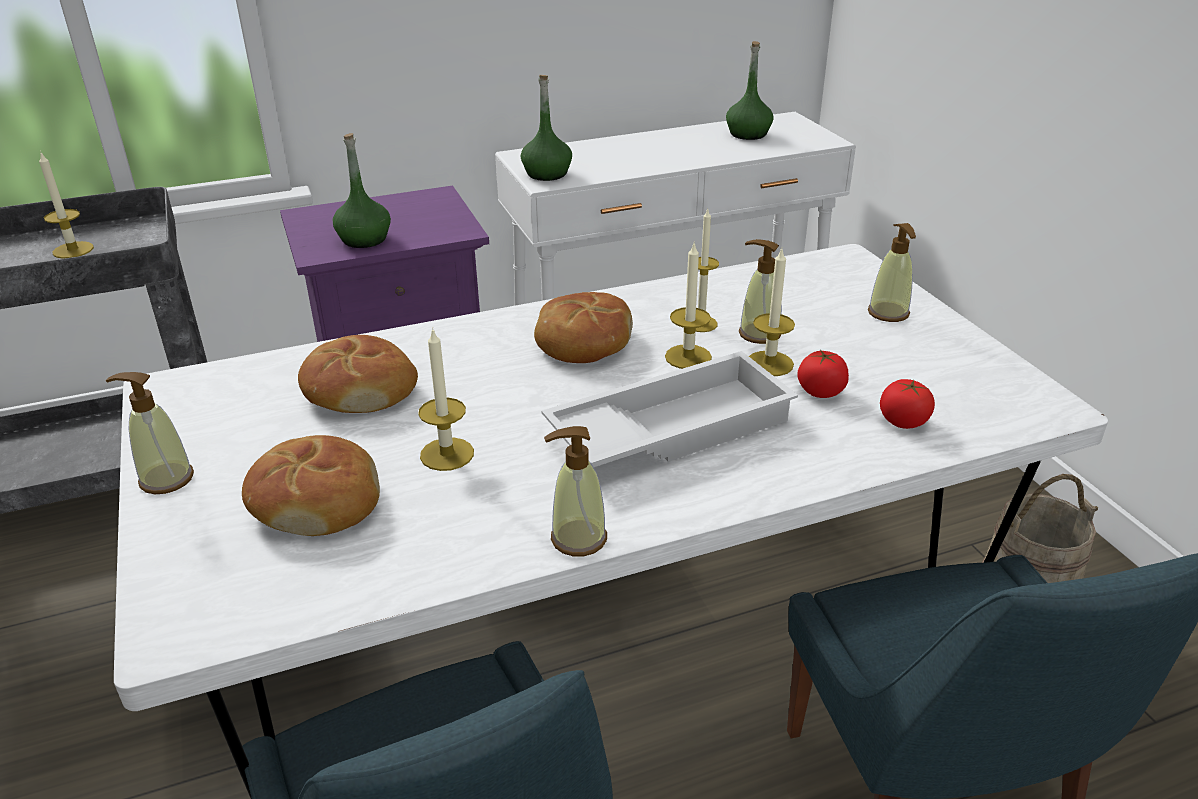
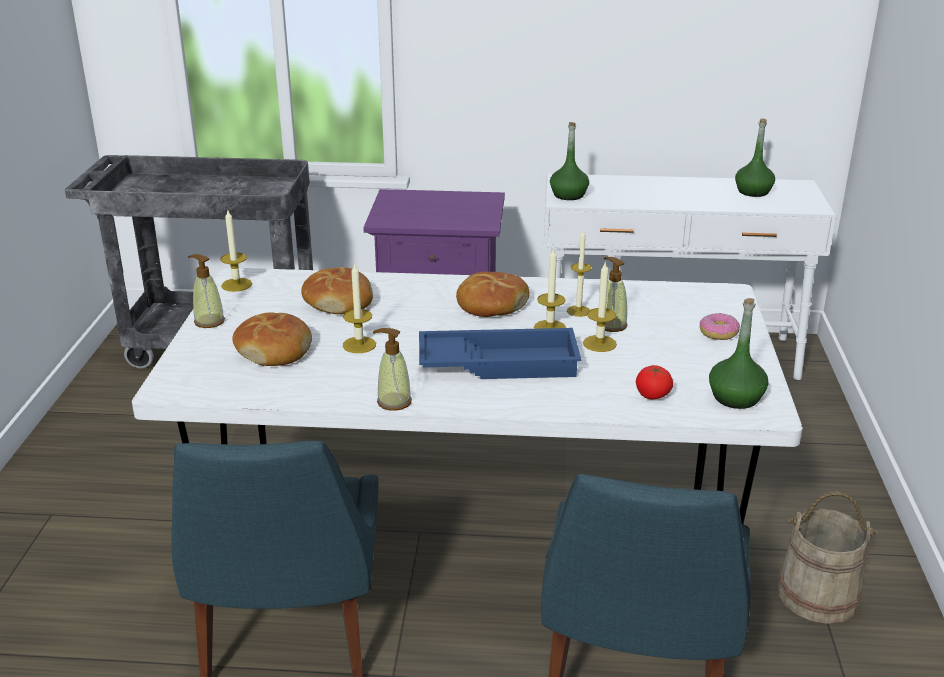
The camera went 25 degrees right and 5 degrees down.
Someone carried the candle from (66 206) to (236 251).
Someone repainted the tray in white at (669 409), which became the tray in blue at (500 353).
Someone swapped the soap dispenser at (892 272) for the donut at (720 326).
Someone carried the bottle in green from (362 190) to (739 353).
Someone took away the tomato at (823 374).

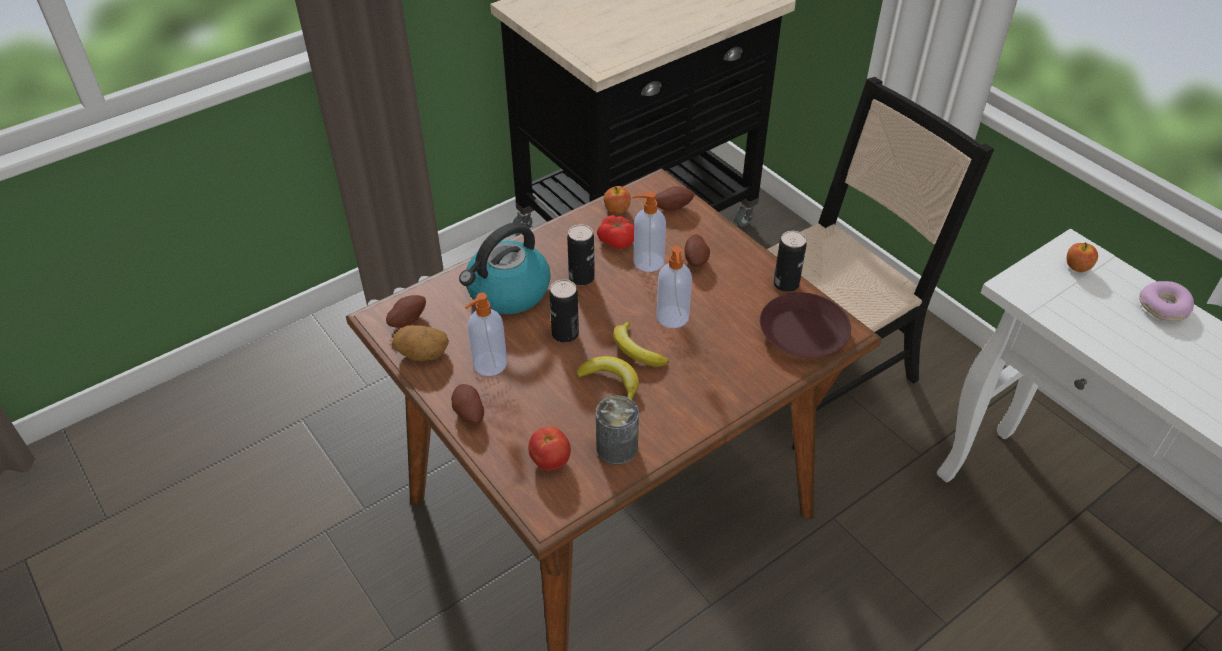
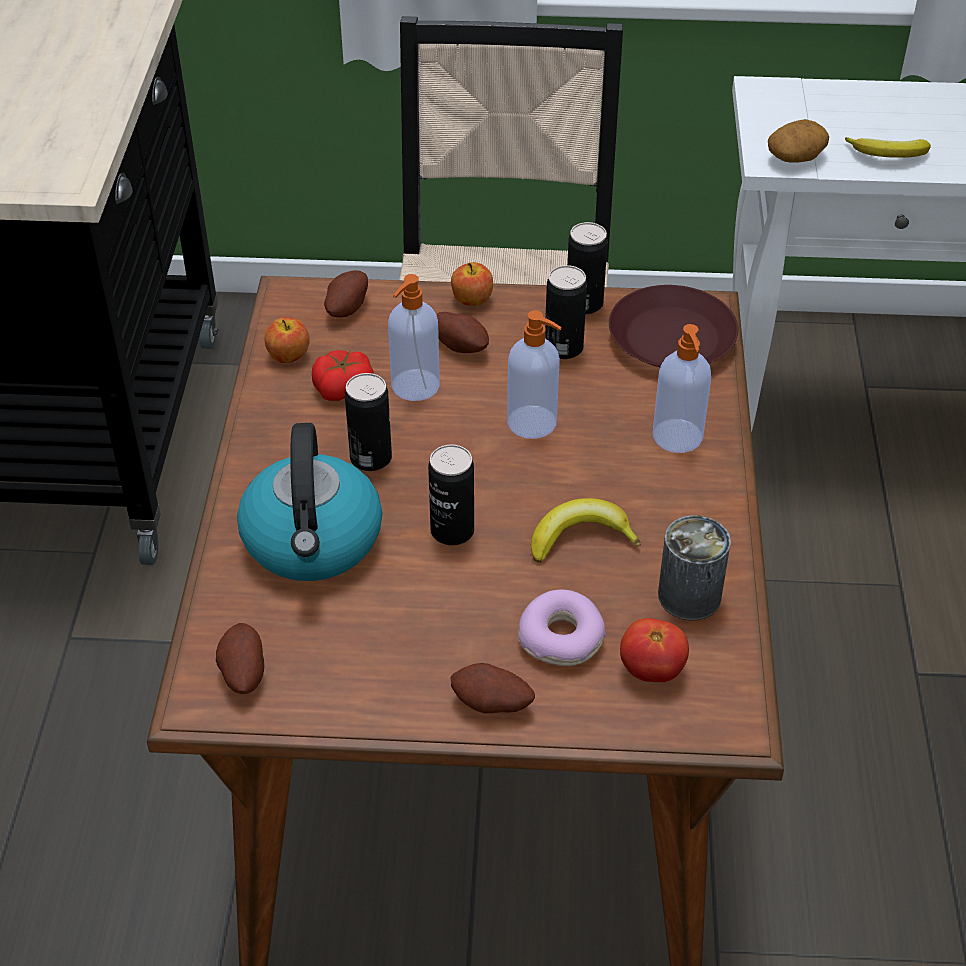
The camera went 50 degrees left and 0 degrees up.
Someone carried the apple from (1082 257) to (472 284).
Someone carried the donut from (1166 301) to (562 628).
Someone put down the can at (566 312).
Someone carried the soap dispenser from (486 334) to (682 388).
Someone carried the potato from (420 343) to (798 141).
Someone carried the banana from (641 344) to (888 147).

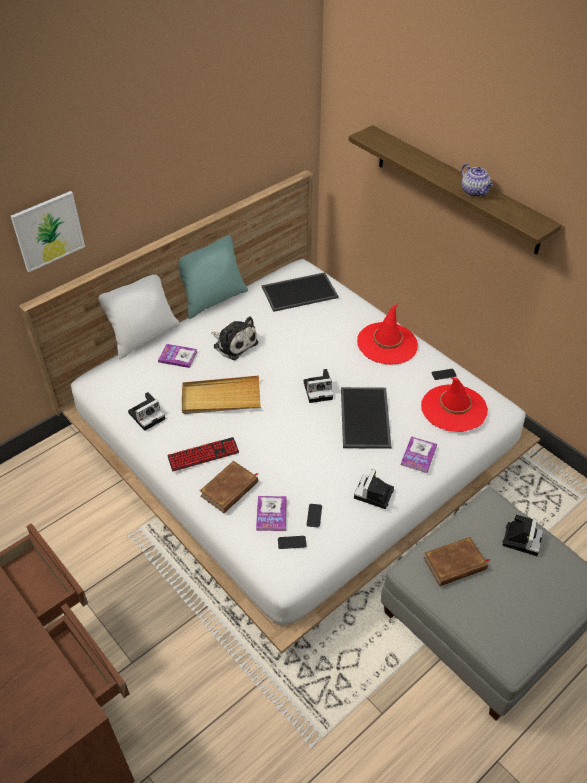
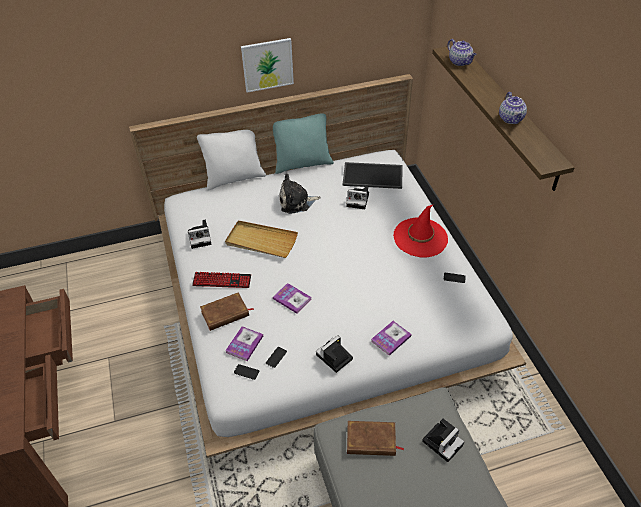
The camera went 25 degrees right and 0 degrees up.
Someone carried the picture from (48 231) to (267 65).
Someone carried the book from (177 356) to (292 298).
Someone rotated the plush toy at (234 338) by 105 degrees clockwise.
Someone carried the photo camera from (318 386) to (357 197).
Someone put down the teapot at (462 52).
Someone took away the tray at (366 418).
Someone took away the hat in red at (454 404).

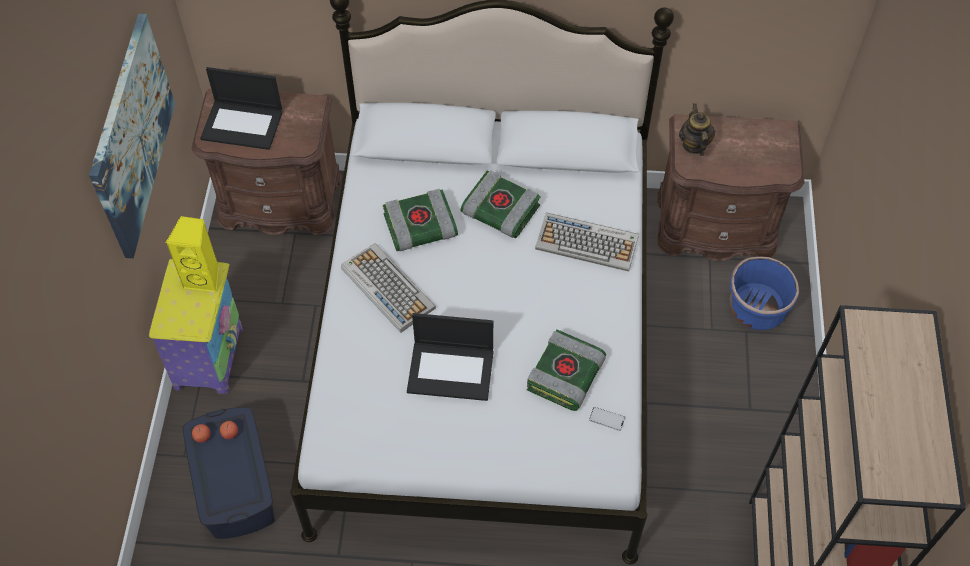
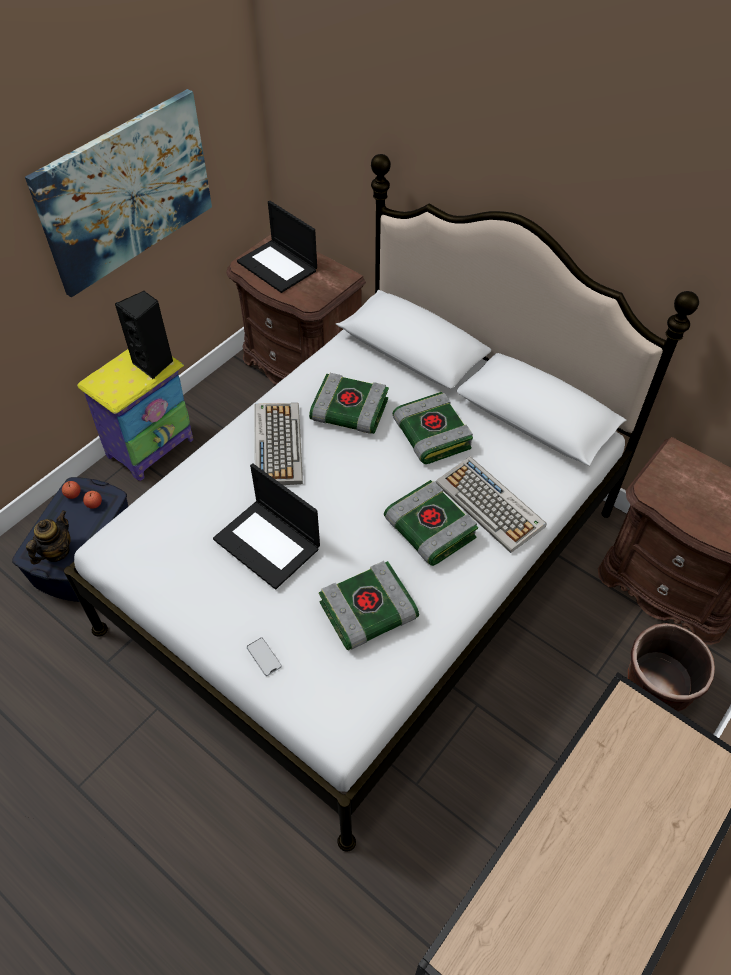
The camera went 35 degrees right and 5 degrees down.
Someone carried the teapot from (697 129) to (48 537).
Someone repainted the speaker in yellow at (192 254), which became the speaker in black at (144 335).
Someone carried the phone from (607 419) to (264 657).
Someone put down the book at (431 523).
Someone repainted the planter in blue at (764 293), which became the planter in brown at (671 667).

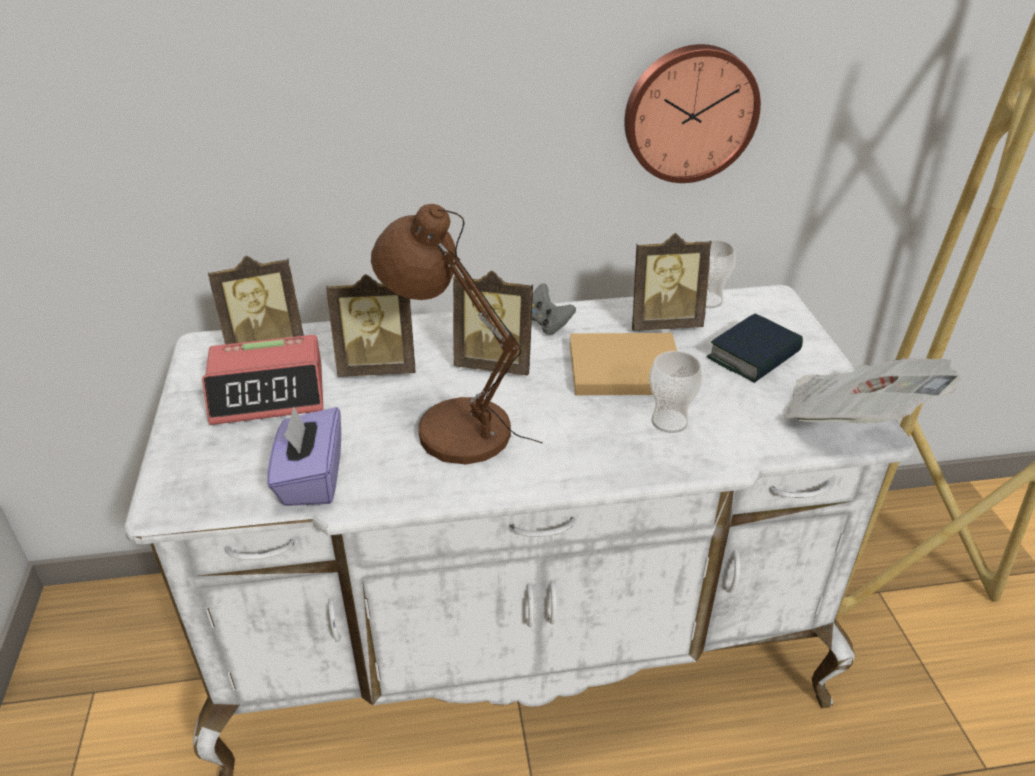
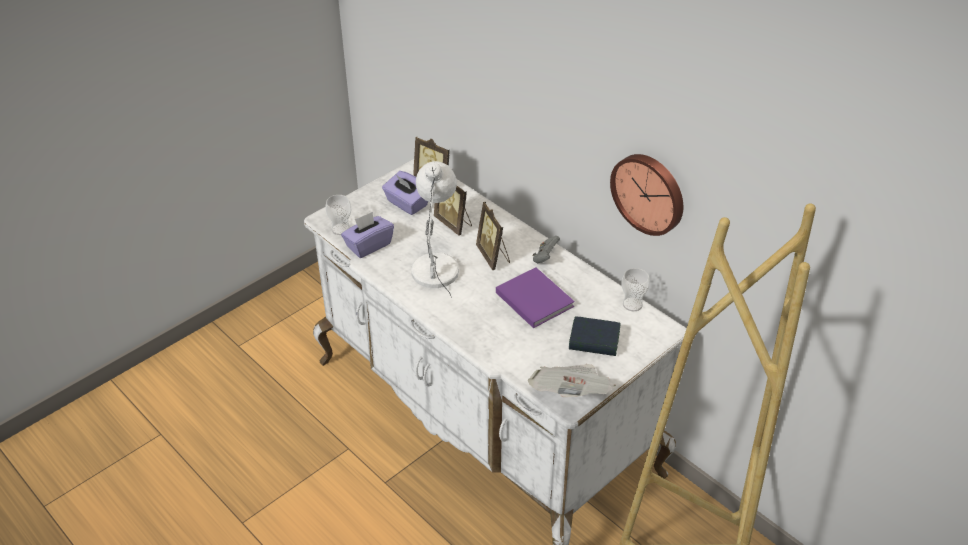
The camera went 55 degrees right and 5 degrees up.
Someone carried the cup from (676 392) to (338 215).
Someone swapped the alarm clock at (262 380) for the tissue box in purple at (405 193).
Someone repainted the table lamp in brown at (457 334), which became the table lamp in white at (435 228).
Someone repainted the book in beige at (623 364), which became the book in purple at (535 297).
Someone took away the picture frame at (672 282).

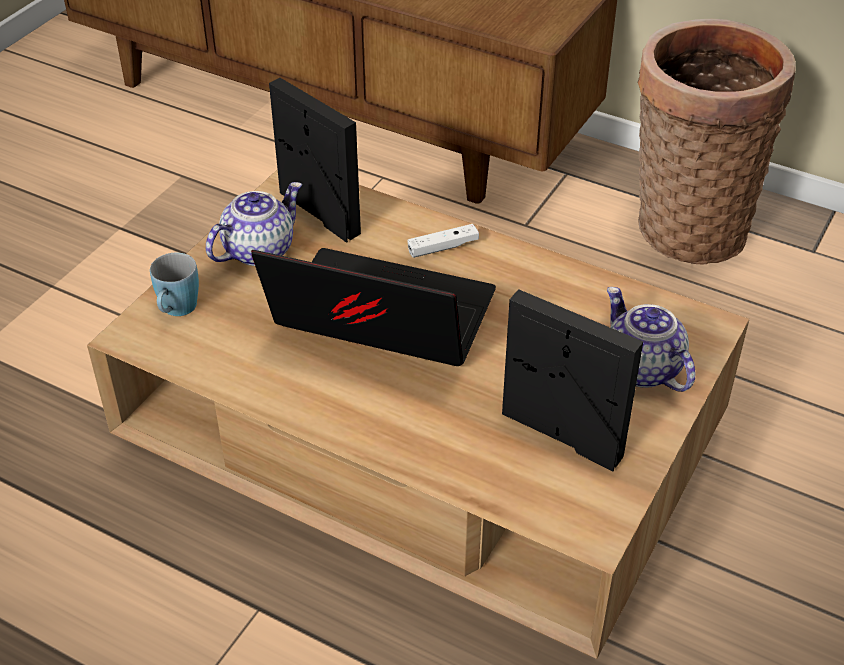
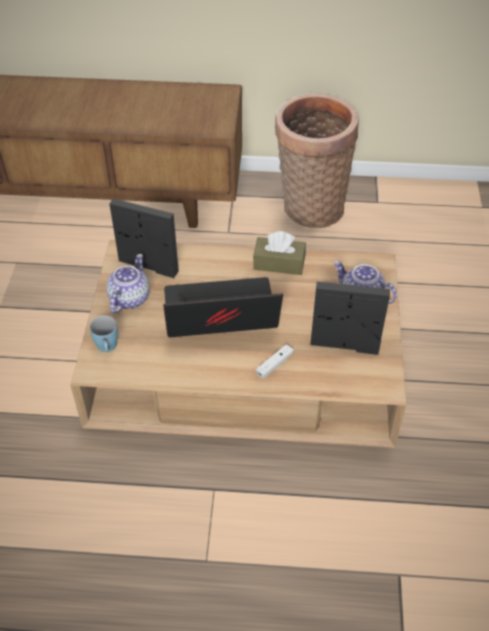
The camera went 25 degrees left and 5 degrees up.
Someone put down the tissue box in brown at (279 253).
Someone carried the game controller in white from (443 241) to (275 361).

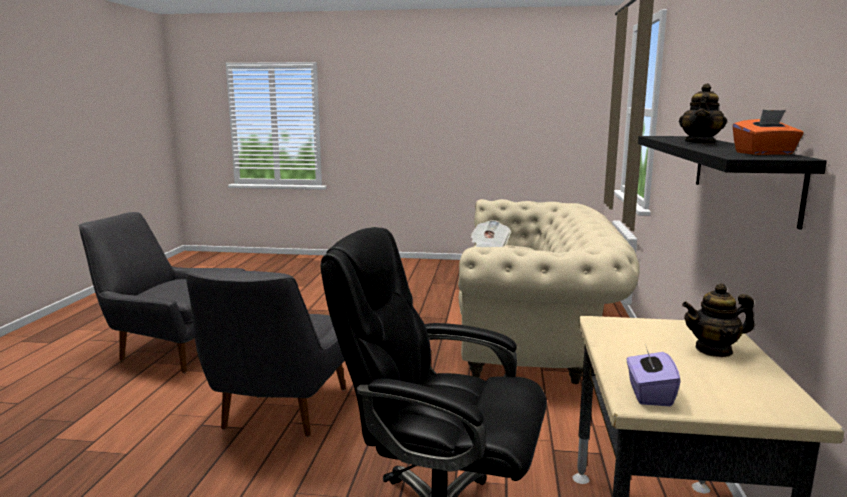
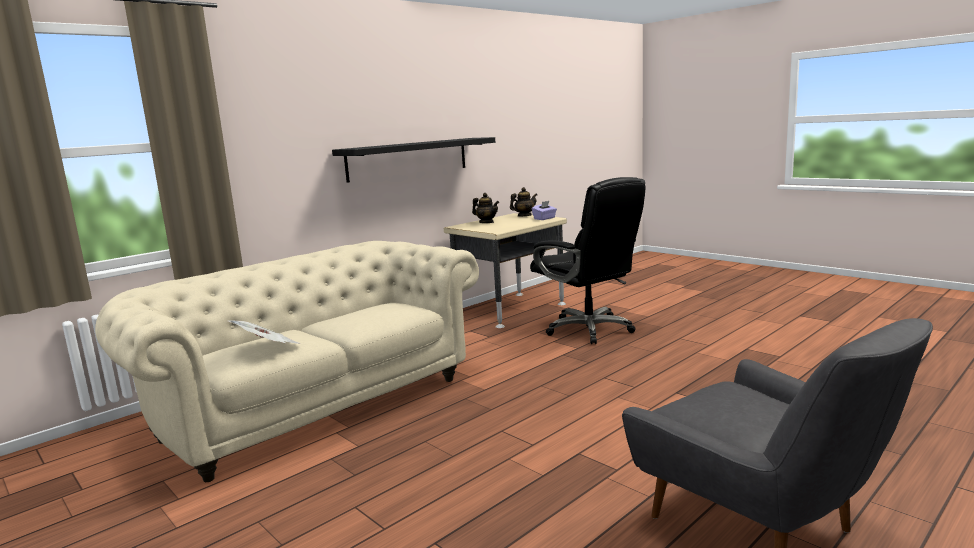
The camera went 140 degrees left and 0 degrees up.
Someone carried the teapot from (703 113) to (523 201).
Someone took away the armchair in grey at (266 353).
Someone took away the tissue box in orange at (768 132).

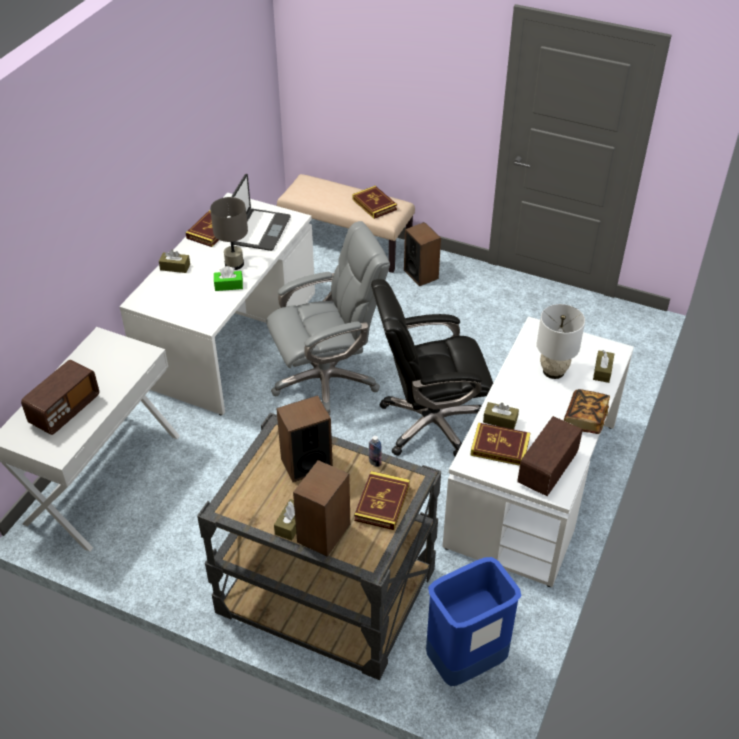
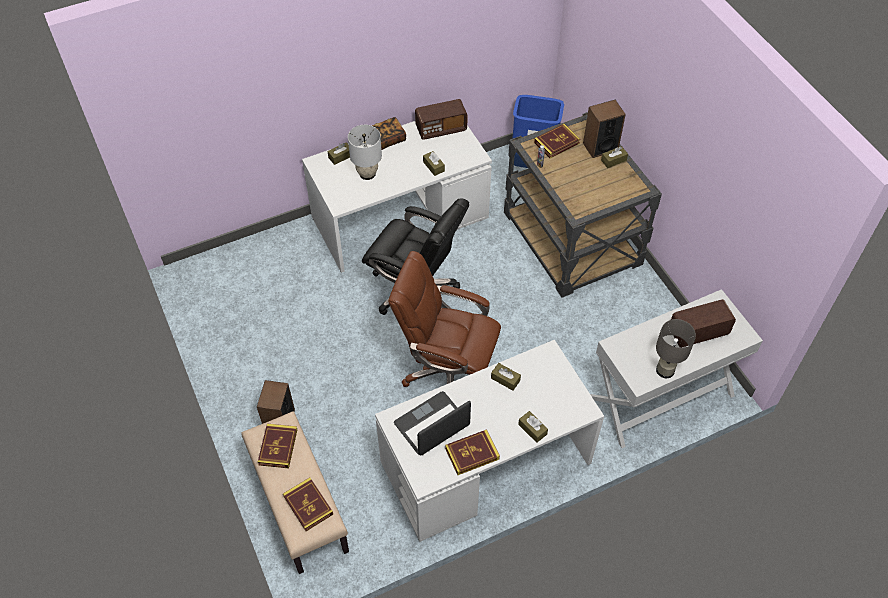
The camera went 140 degrees left and 10 degrees up.
Someone carried the book from (500 444) to (308 504).
Someone repainted the office chair in grey at (328 318), which became the office chair in brown at (444 319).
Someone repainted the tissue box in green at (228 278), which became the tissue box in brown at (506 377).
Someone carried the table lamp in grey from (229 233) to (676 348).
Someone took away the speaker at (304 438).

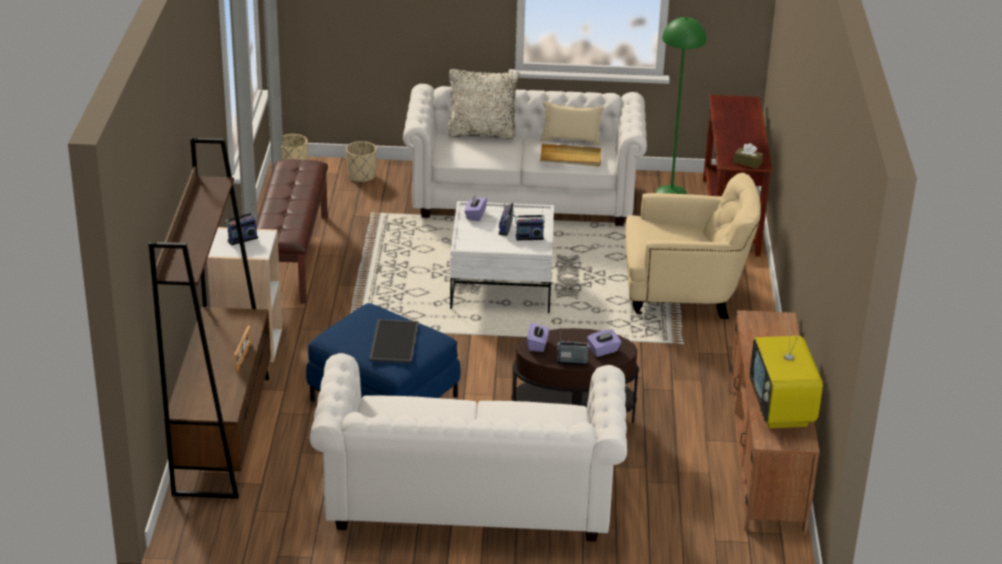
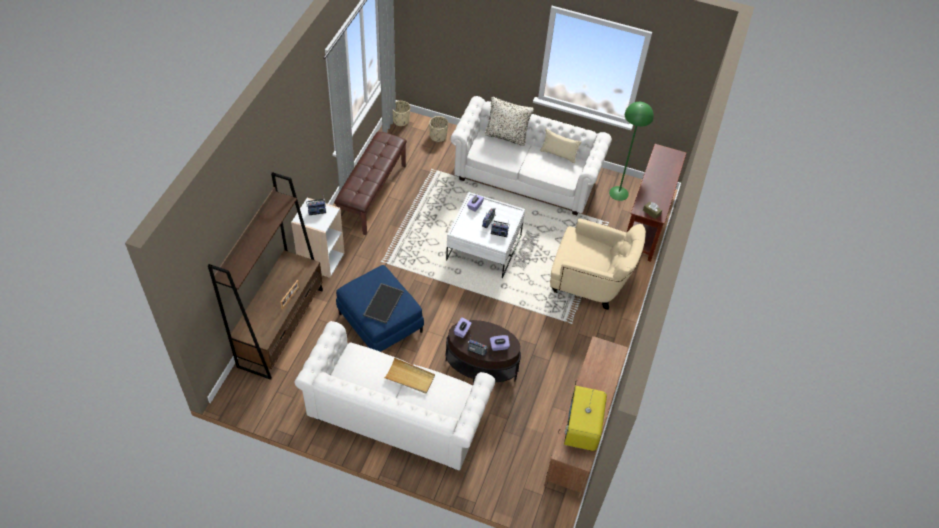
The camera went 15 degrees right and 20 degrees up.
Someone carried the tray in beige from (570 155) to (410 376).

